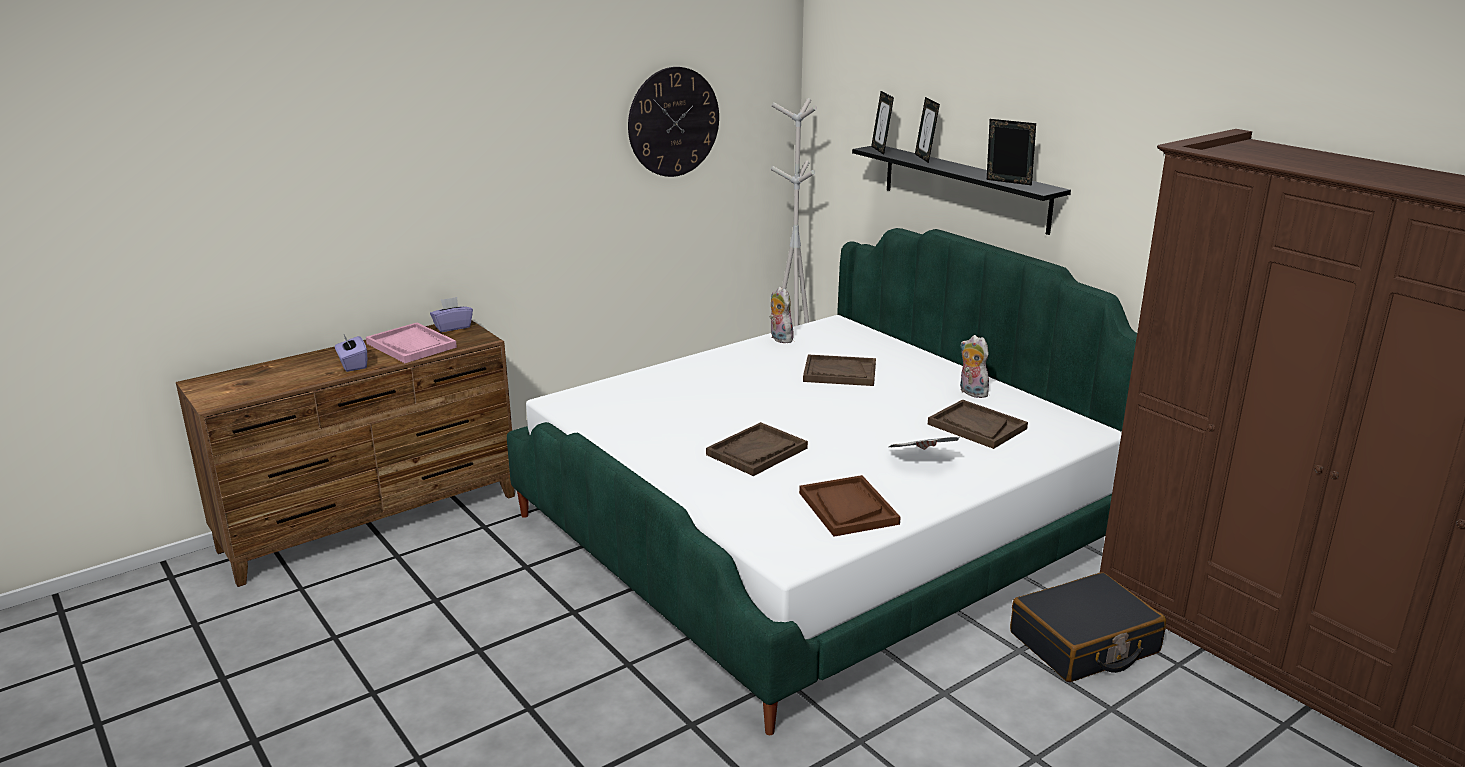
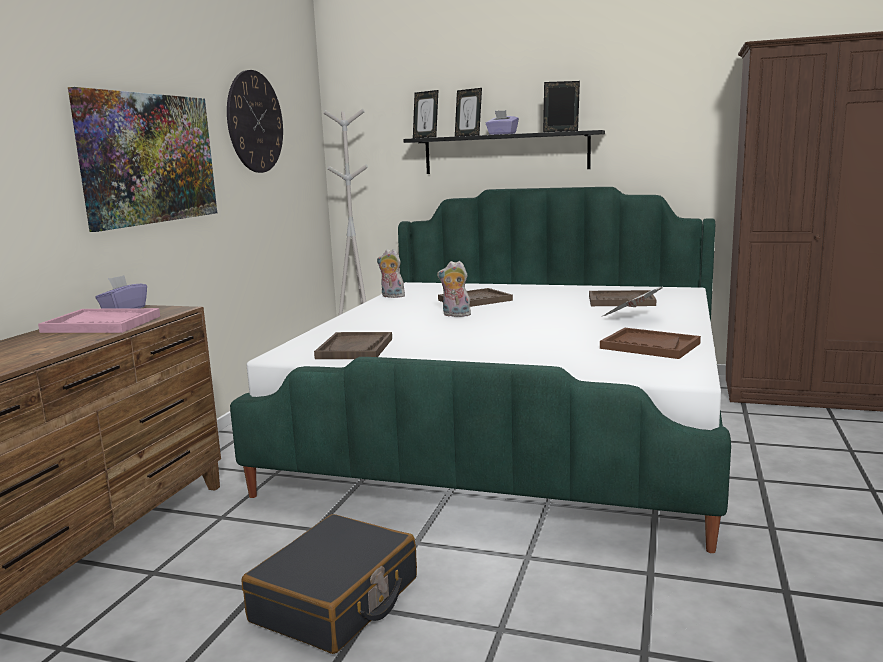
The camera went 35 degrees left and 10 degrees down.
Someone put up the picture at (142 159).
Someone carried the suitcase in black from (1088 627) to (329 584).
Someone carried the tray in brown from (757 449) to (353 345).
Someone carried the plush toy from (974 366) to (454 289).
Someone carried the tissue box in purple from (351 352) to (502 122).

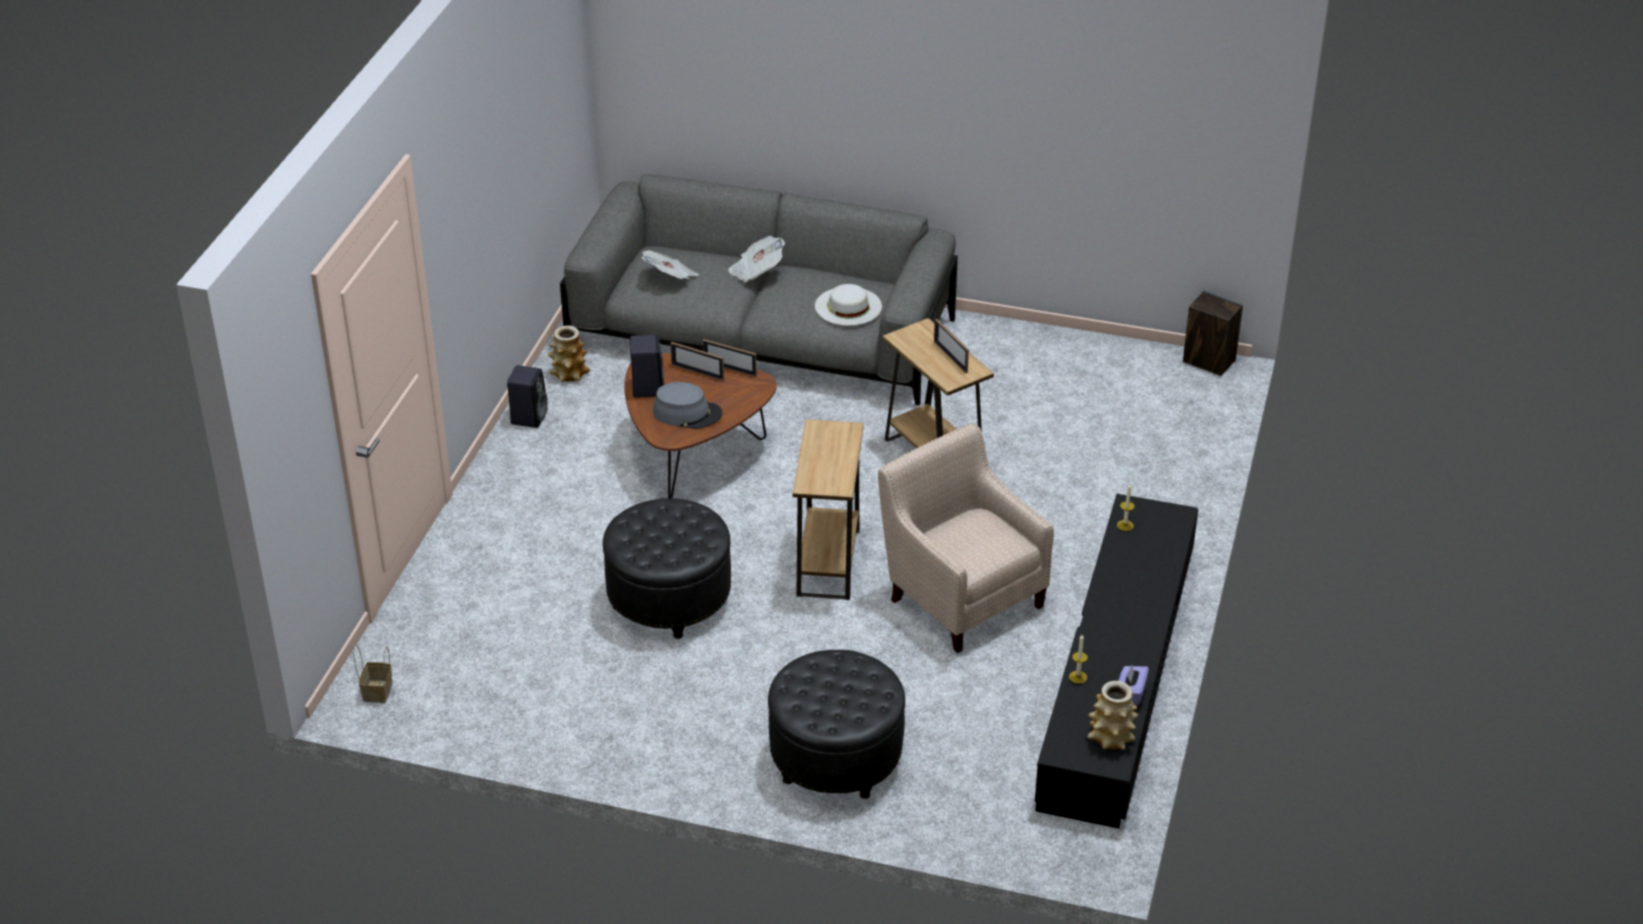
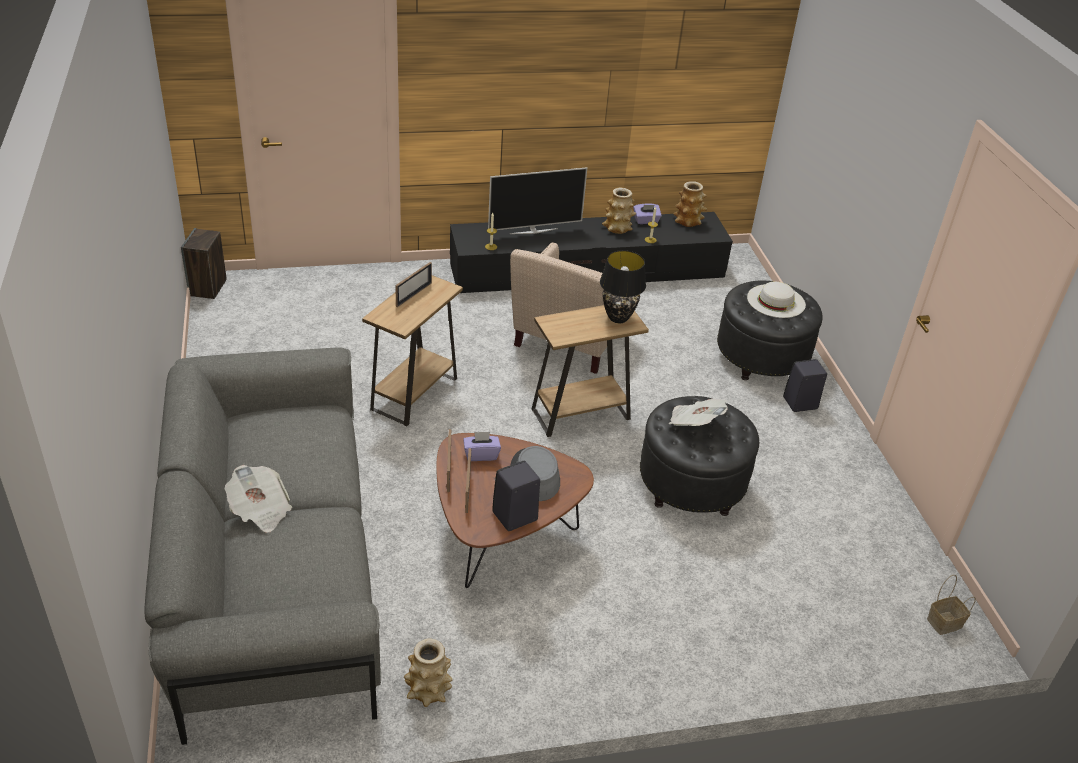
The camera went 120 degrees left and 0 degrees up.
Someone put down the tissue box in purple at (482 446).
Someone put down the television at (537 200).
Someone put down the table lamp in black at (623 286).
Someone put down the vase at (619 211).
Someone carried the newspaper from (670 264) to (698 412).
Someone carried the hat in white from (848 305) to (776 300).
Someone carried the speaker in black from (527 396) to (805 385).

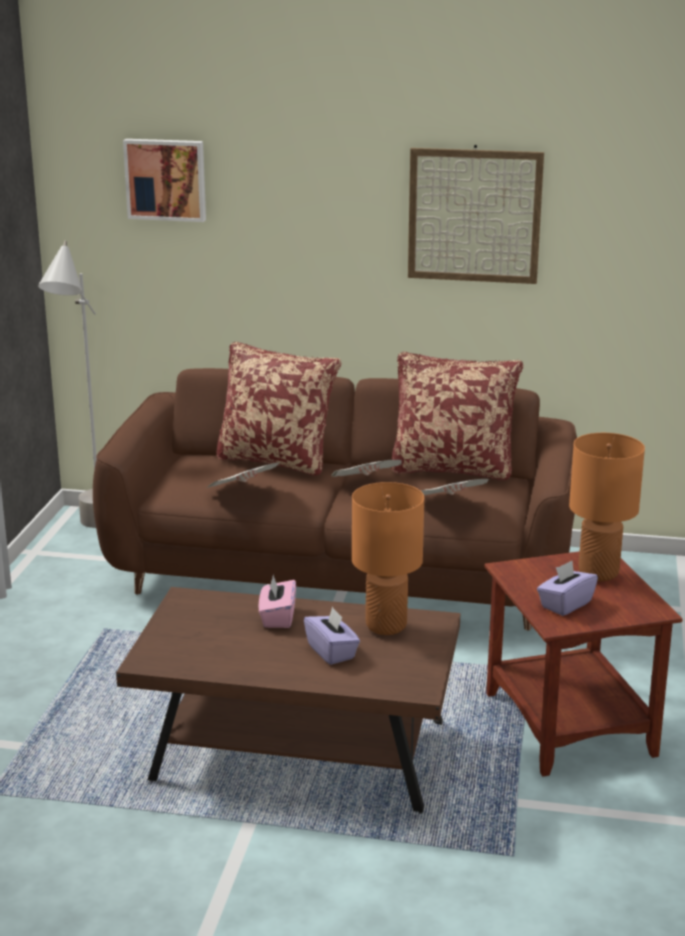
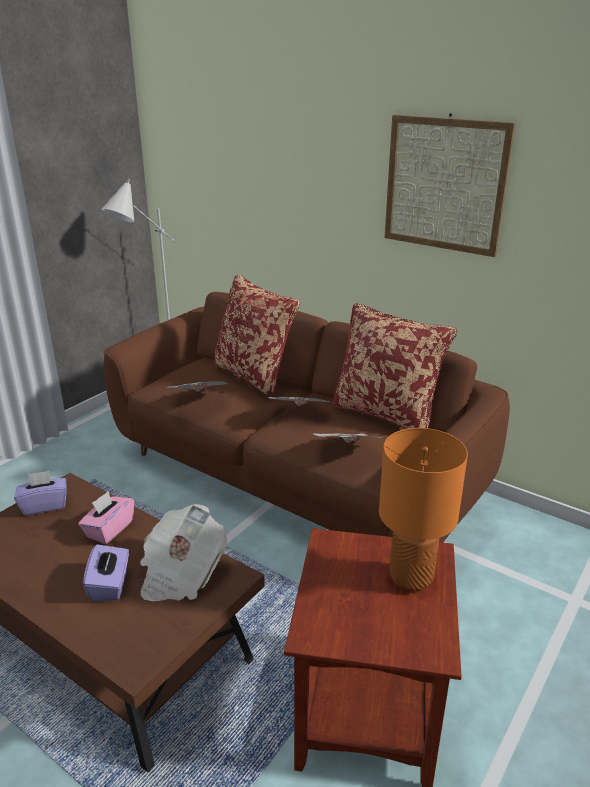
The camera went 25 degrees right and 5 degrees up.
Someone carried the tissue box in purple from (567 588) to (40 493).
Someone swapped the table lamp in orange at (388 558) for the newspaper at (183 552).
Someone took away the picture at (164 180).

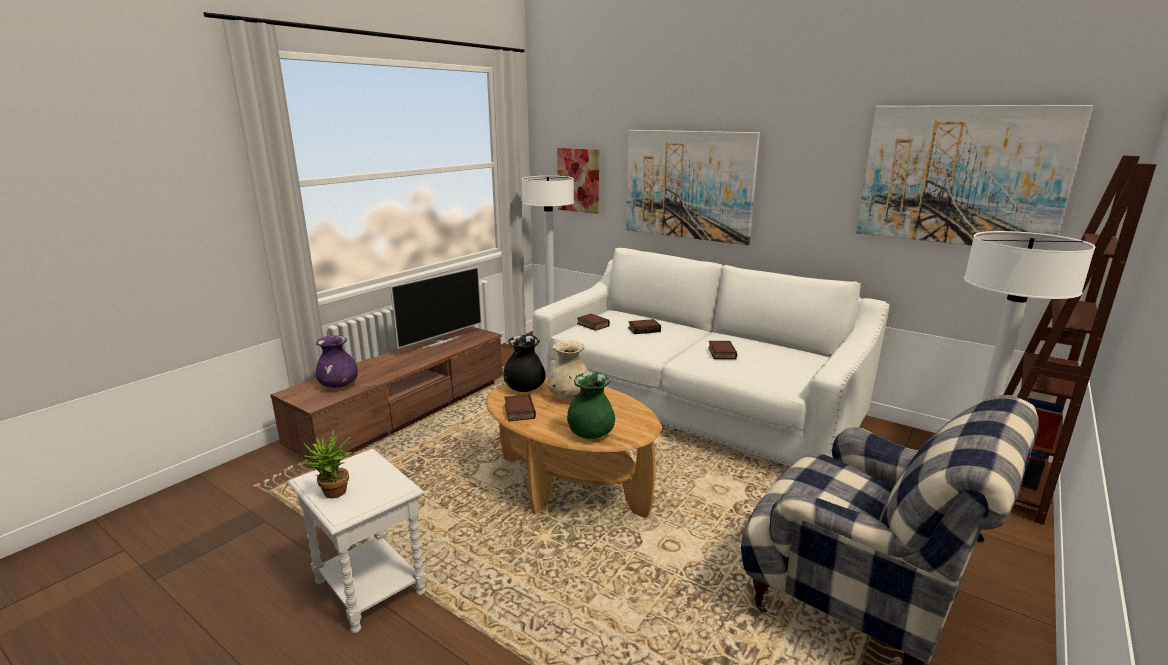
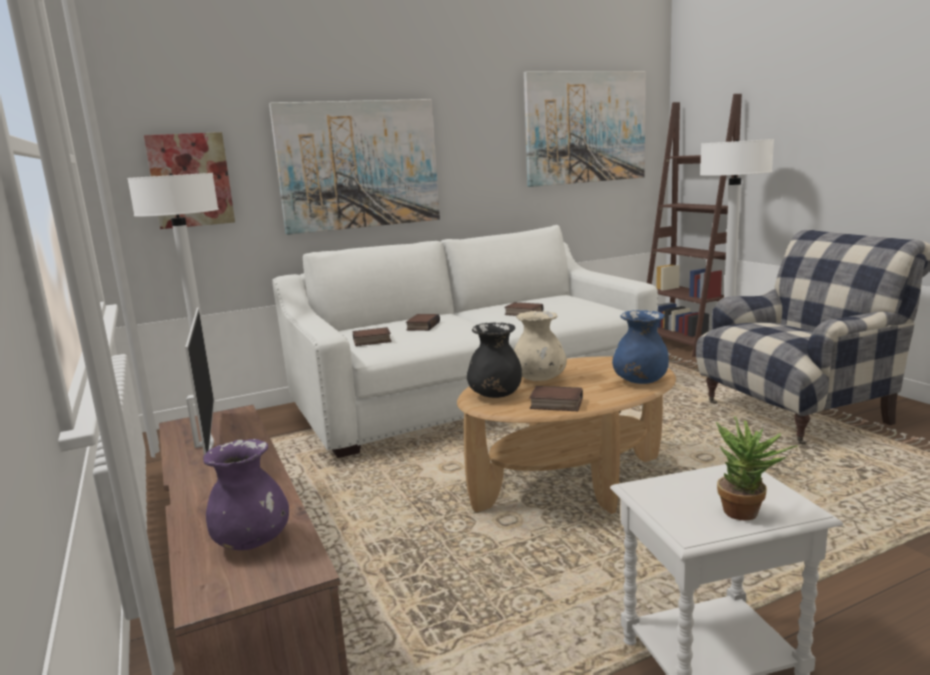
The camera went 60 degrees left and 5 degrees down.
Someone repainted the vase in green at (591 405), which became the vase in blue at (640 347).

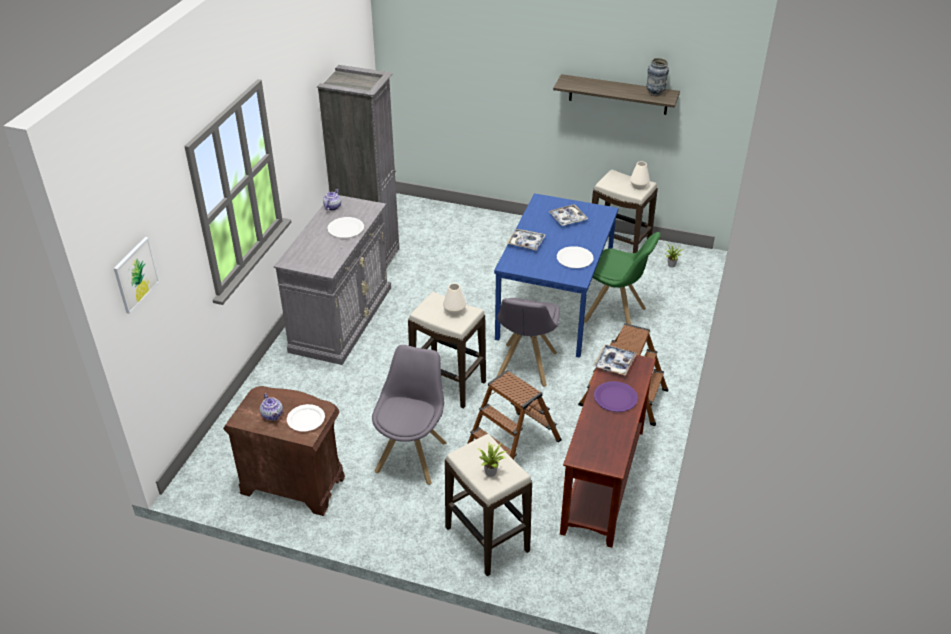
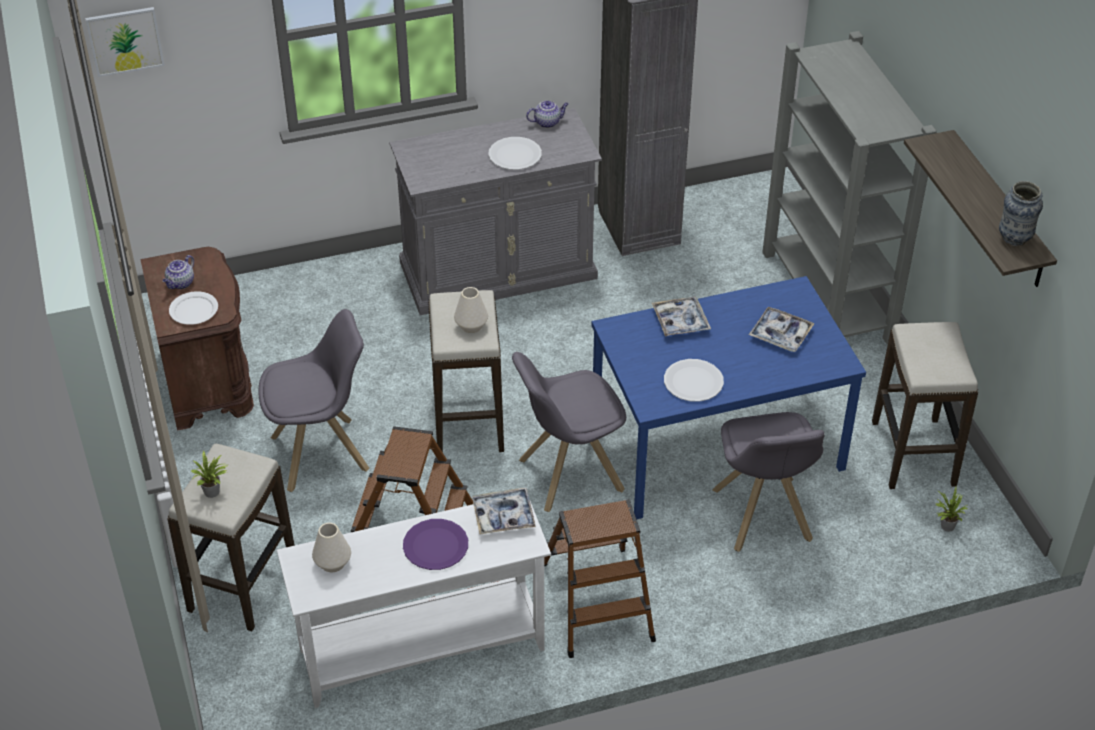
The camera went 55 degrees right and 5 degrees up.
Someone repainted the console table in brown at (608 451), which became the console table in white at (414 604).
Someone carried the vase in white from (640 175) to (331 547).
Someone repainted the chair in green at (622 278), which became the chair in grey at (768 482).
Someone put down the bookcase in grey at (849 187).

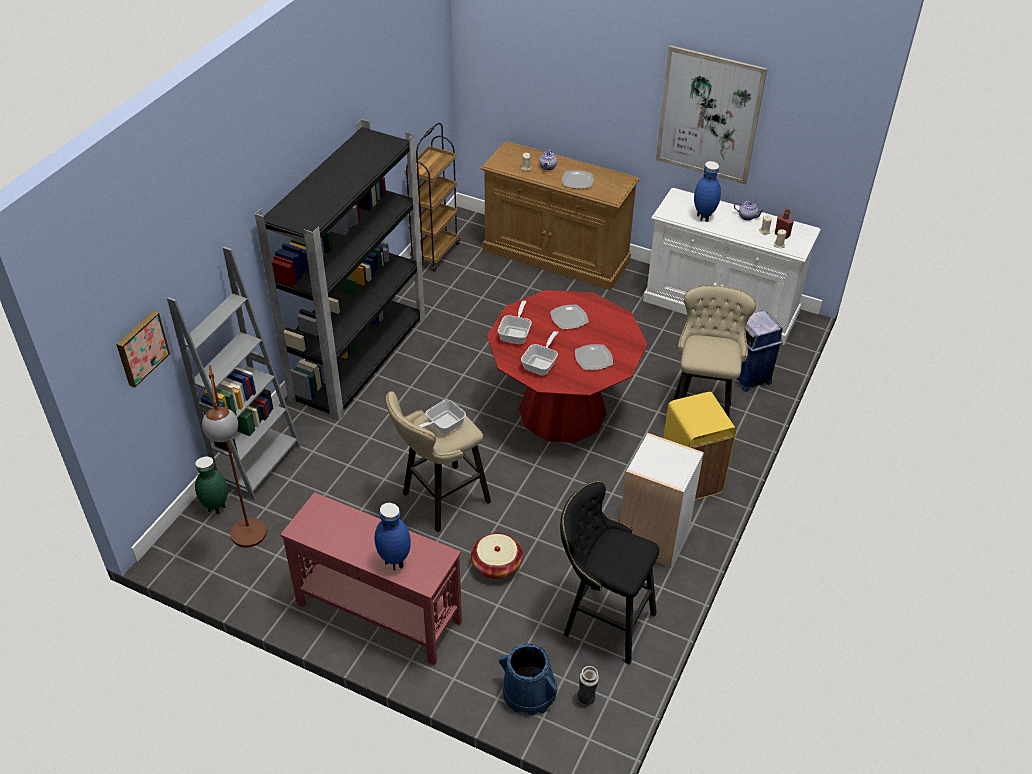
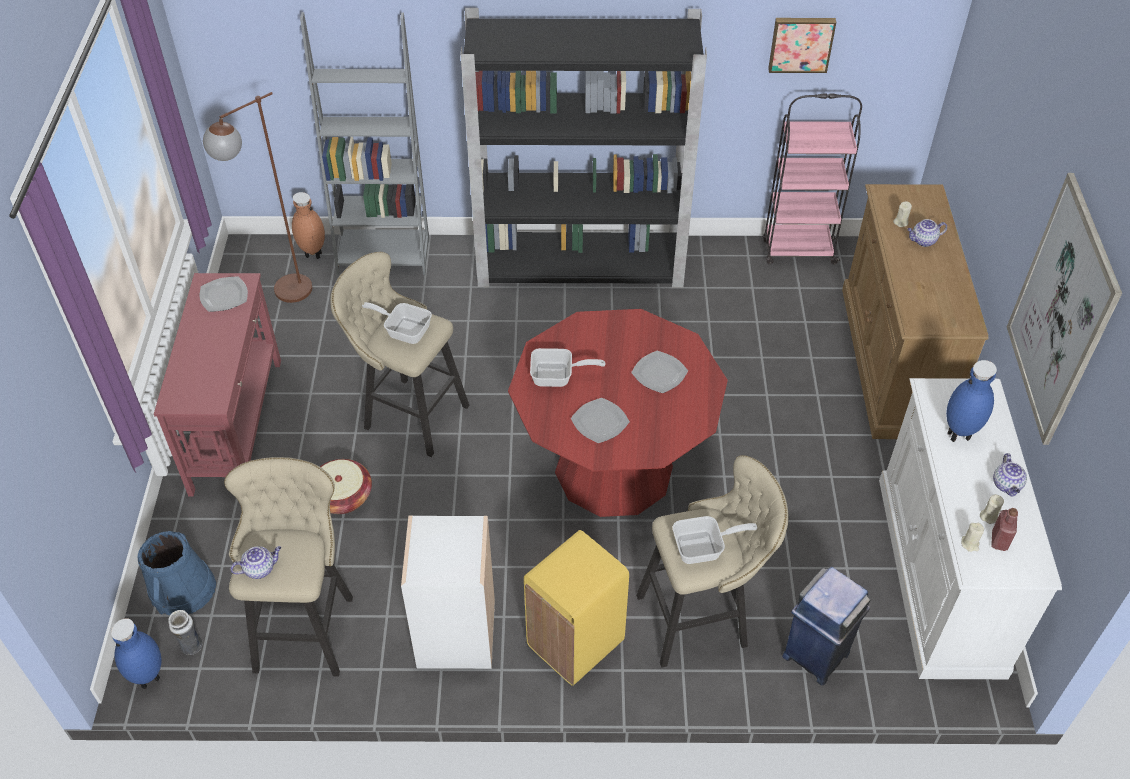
The camera went 65 degrees right and 5 degrees up.
Someone carried the vase in blue from (393 536) to (136 653).
Someone carried the plate from (578 179) to (223 294).
Someone repainted the stool in black at (610 573), which became the stool in beige at (288 567).
Someone put down the teapot at (255 562).
Someone repainted the vase in green at (211 485), which became the vase in brown at (308 225).
Someone carried the frying pan from (515 322) to (714 540).
Someone repainted the cart in brown at (433 197), which became the cart in pink at (812 179).
Someone carried the picture from (143 349) to (802 45).

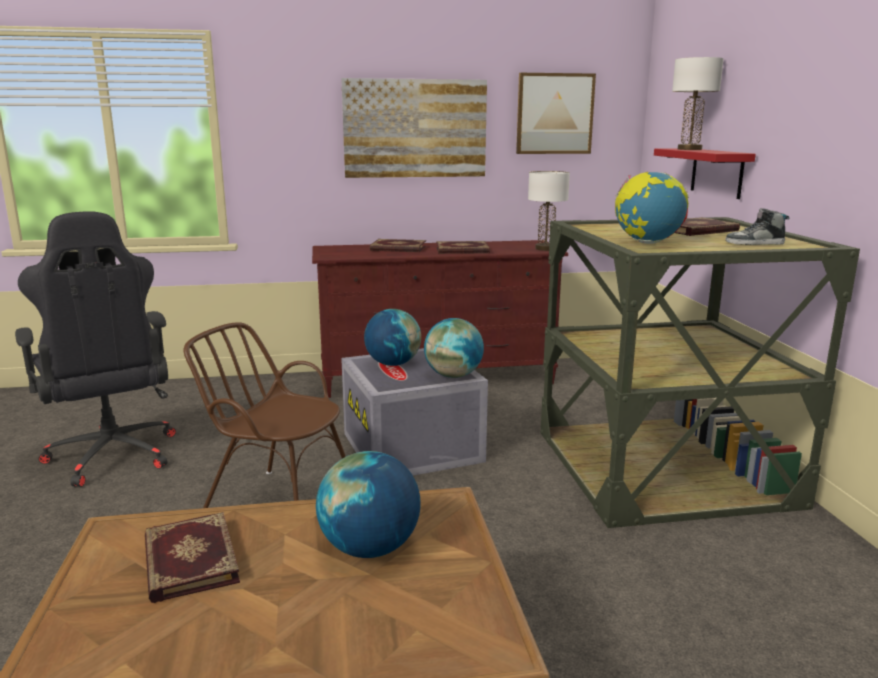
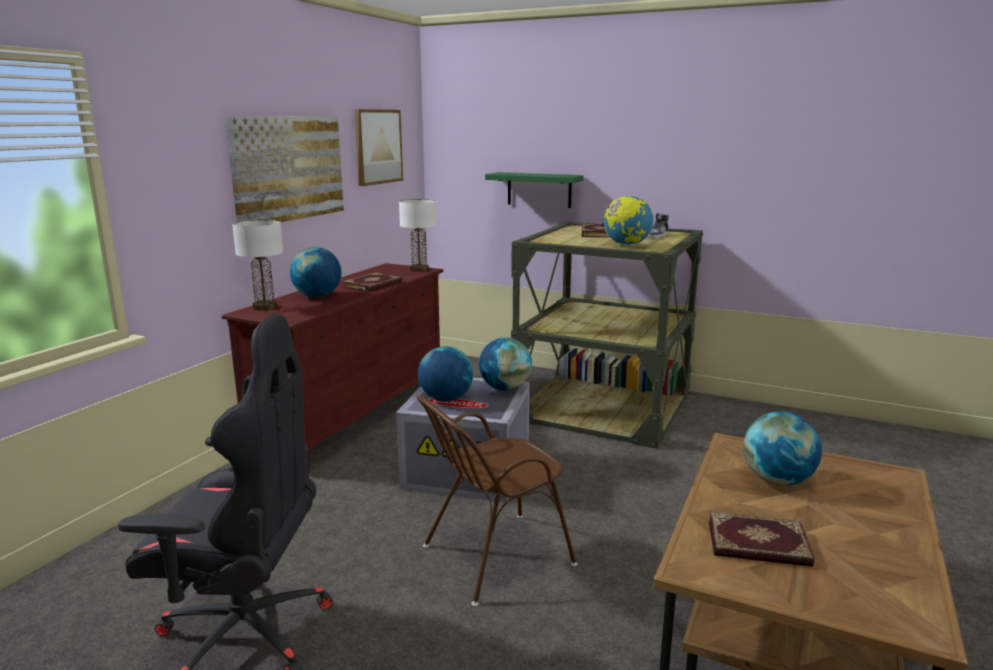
The camera went 55 degrees left and 0 degrees up.
Someone carried the table lamp from (698 103) to (257 264).
Someone swapped the book at (398 245) for the globe at (315 272).
Someone repainted the shelf in red at (705 173), which became the shelf in green at (534 190).

